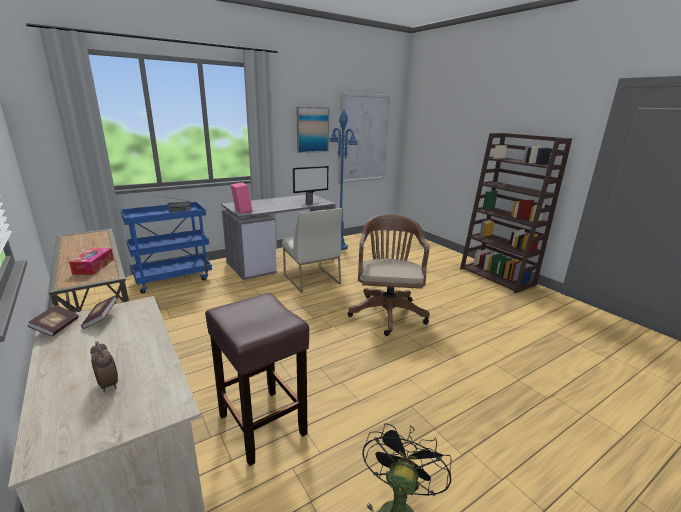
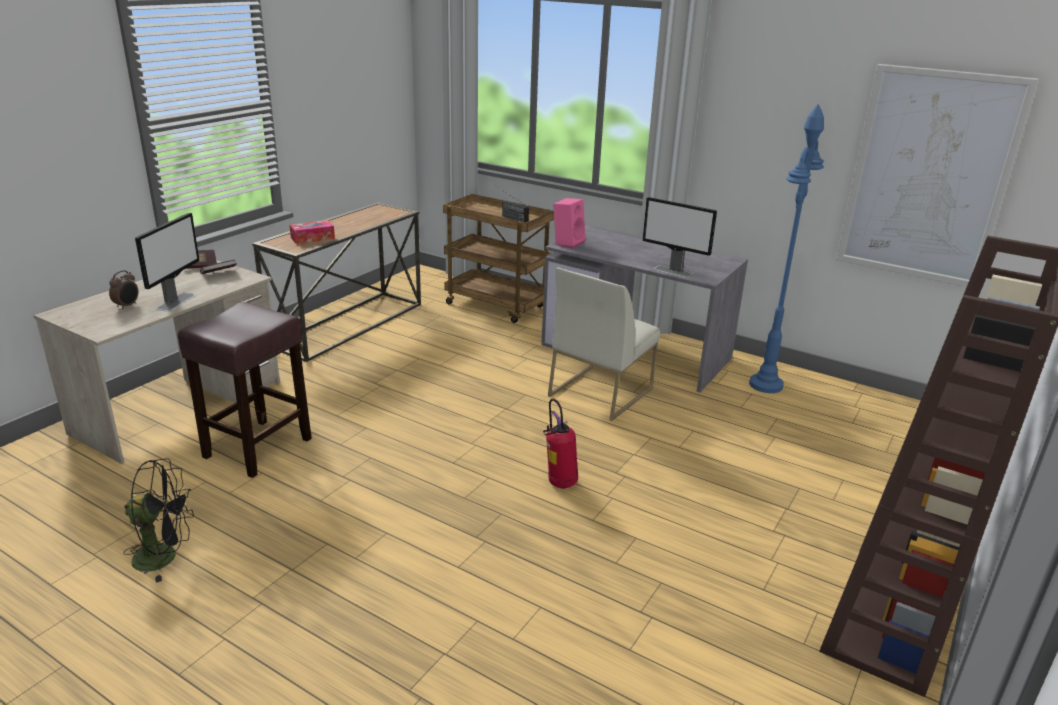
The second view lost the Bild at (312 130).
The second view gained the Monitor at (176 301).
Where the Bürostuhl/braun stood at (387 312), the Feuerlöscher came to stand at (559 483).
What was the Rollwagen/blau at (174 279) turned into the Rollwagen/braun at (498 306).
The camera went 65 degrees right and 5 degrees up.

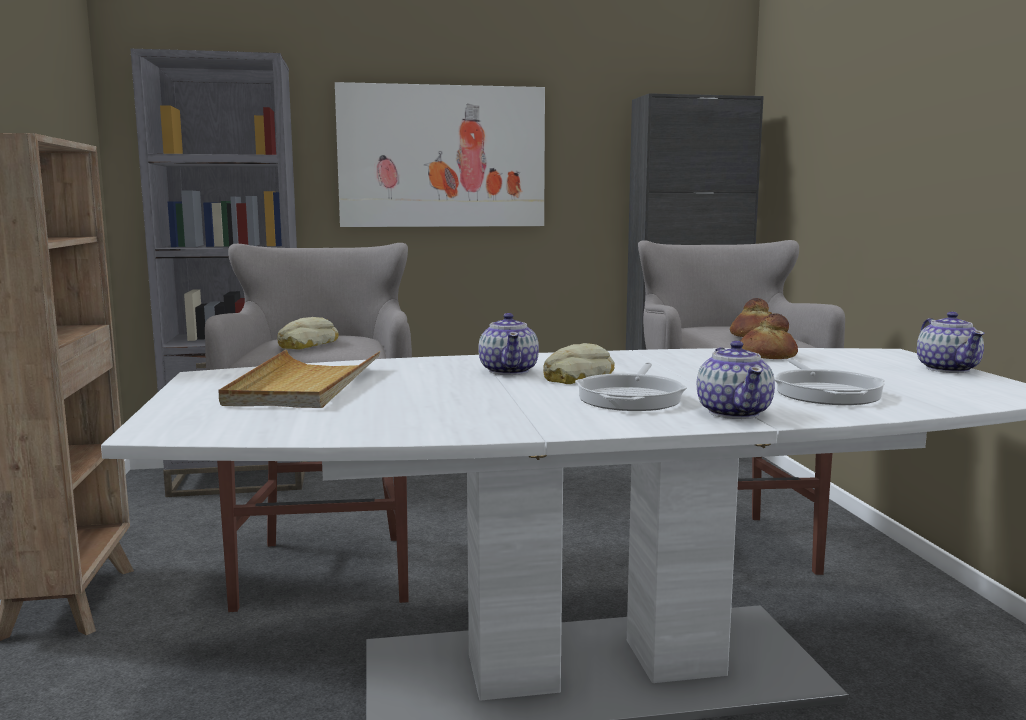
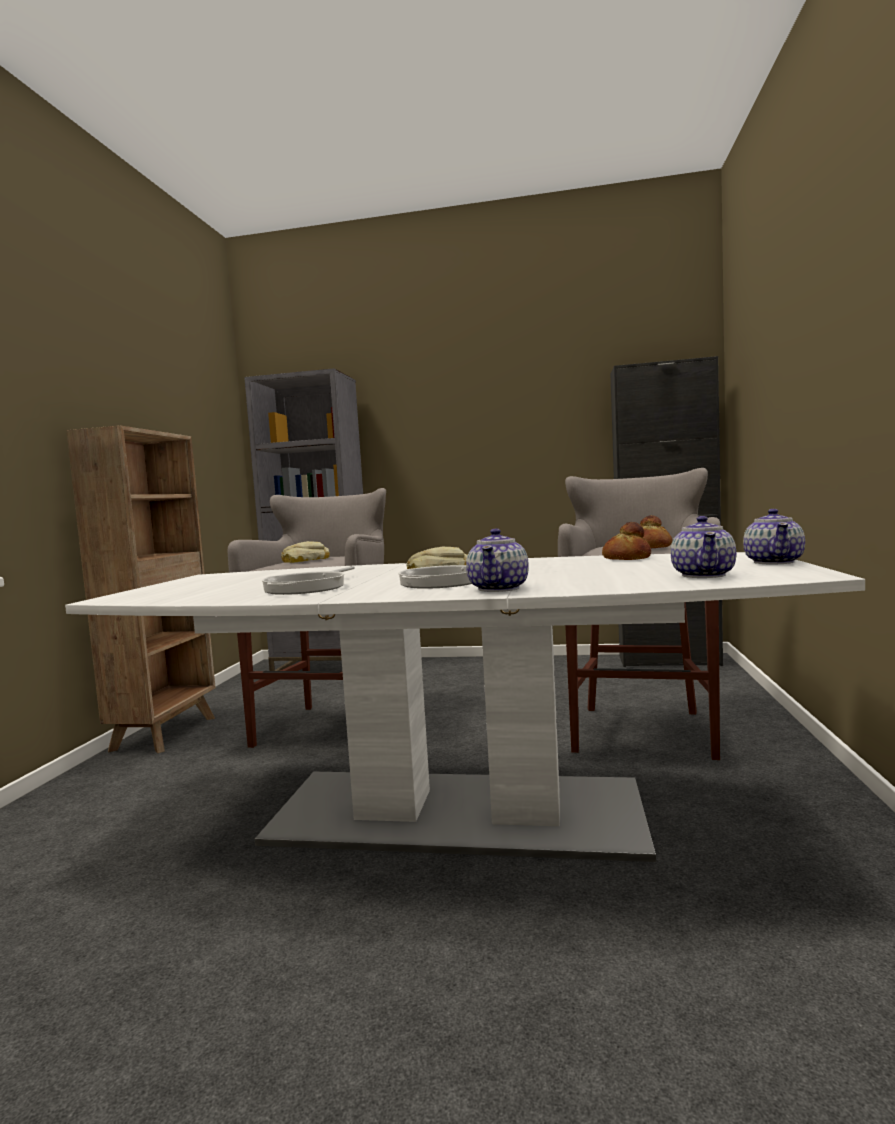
The second view lost the Tablett/beige at (304 385).
The second view lost the Bild at (442 157).
The Teekanne ended up elsewhere, having gone from (509 371) to (704 575).
The Pfanne ended up elsewhere, having gone from (825 392) to (309 587).
The camera went 20 degrees right and 5 degrees down.

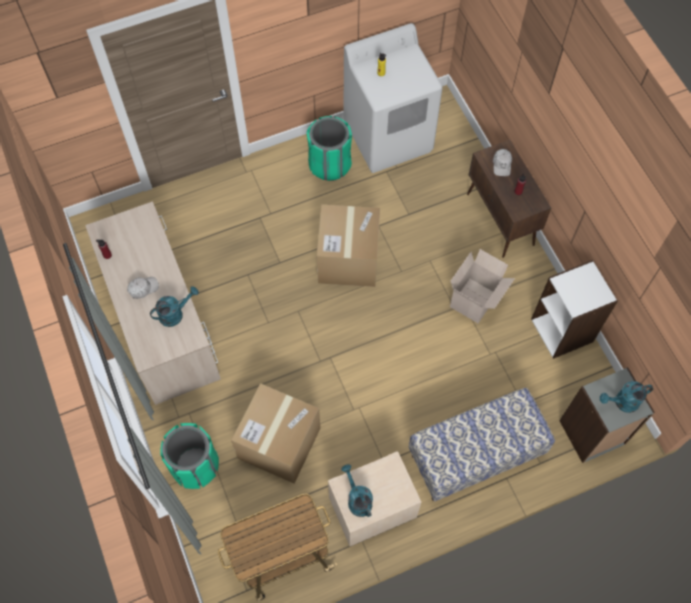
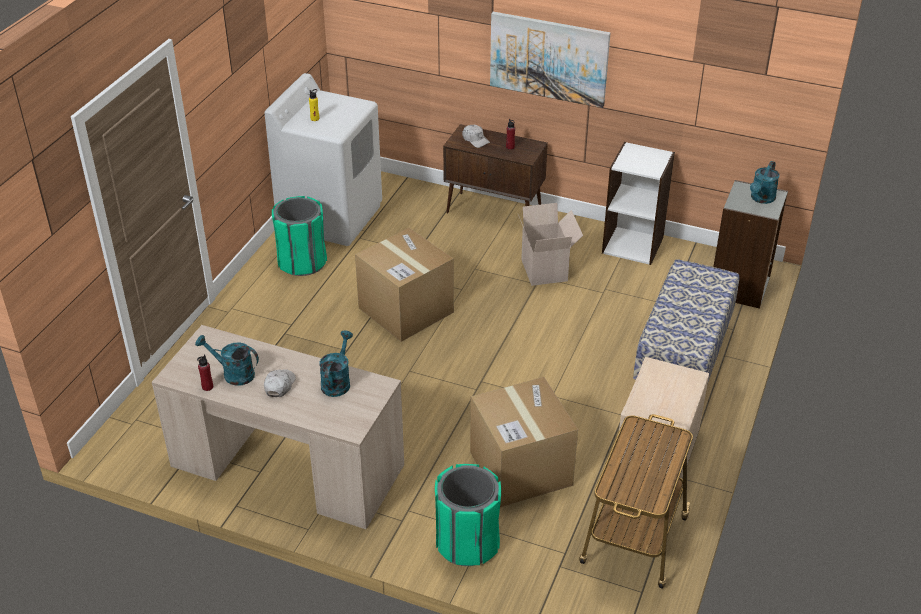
The second view gained the Bild at (548 58).
The Gießkanne/türkis ended up elsewhere, having gone from (357 499) to (233 374).
The camera went 45 degrees left and 25 degrees down.

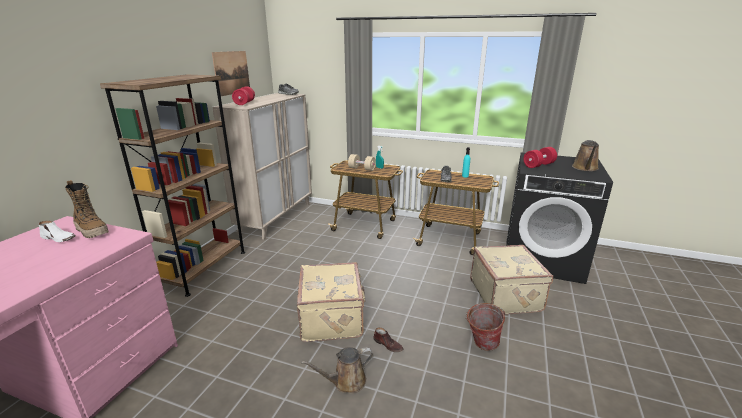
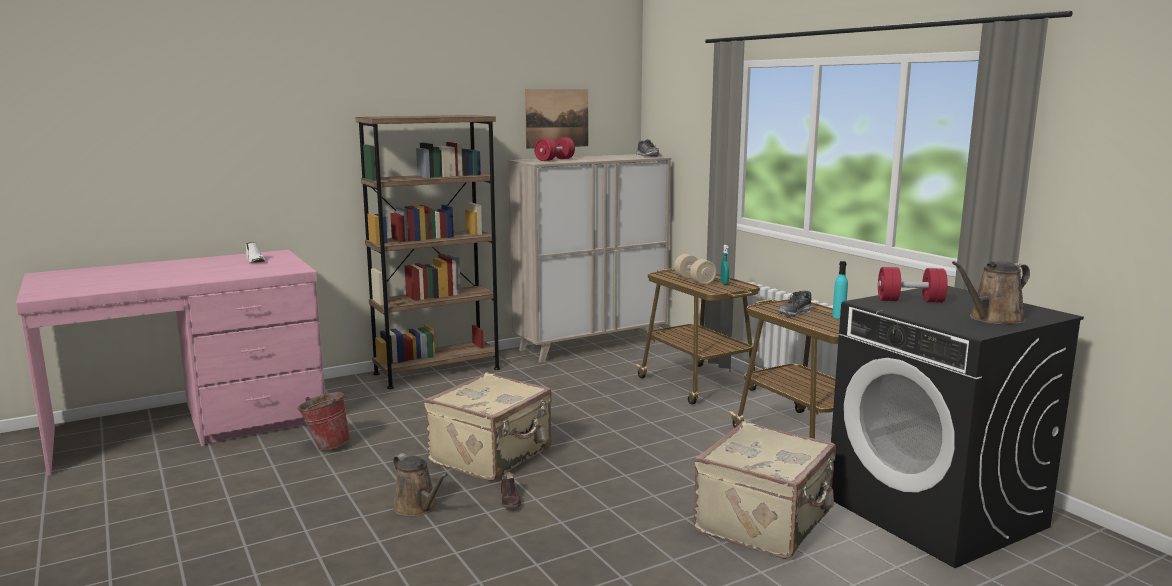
The second view lost the Stiefel at (92 231).
The Eimer ended up elsewhere, having gone from (481 344) to (326 445).
The Gießkanne/braun at (346 381) ended up facing another way, 150 degrees counterclockwise from before.
The camera went 40 degrees right and 10 degrees down.

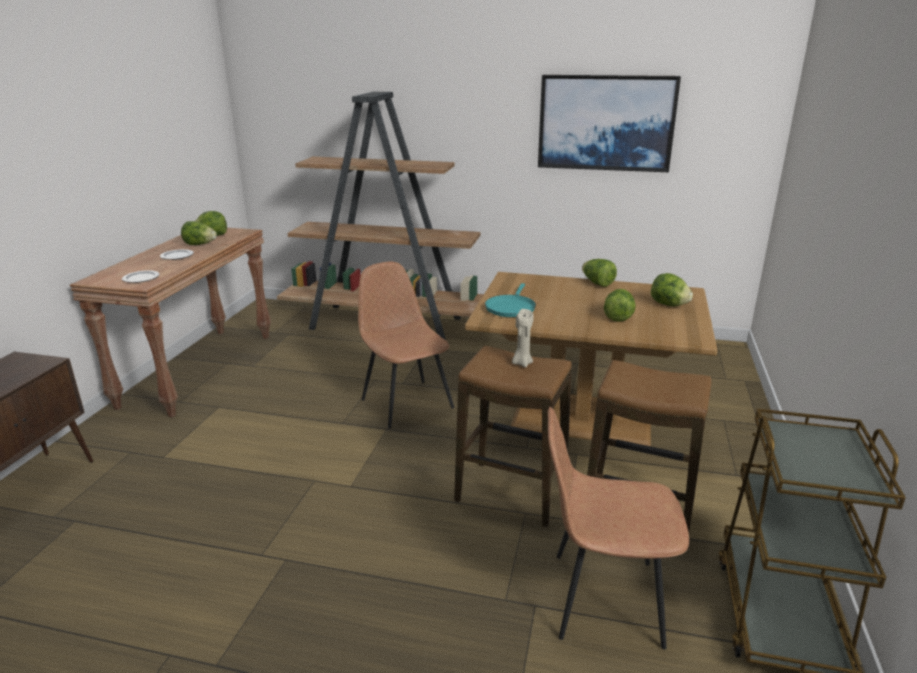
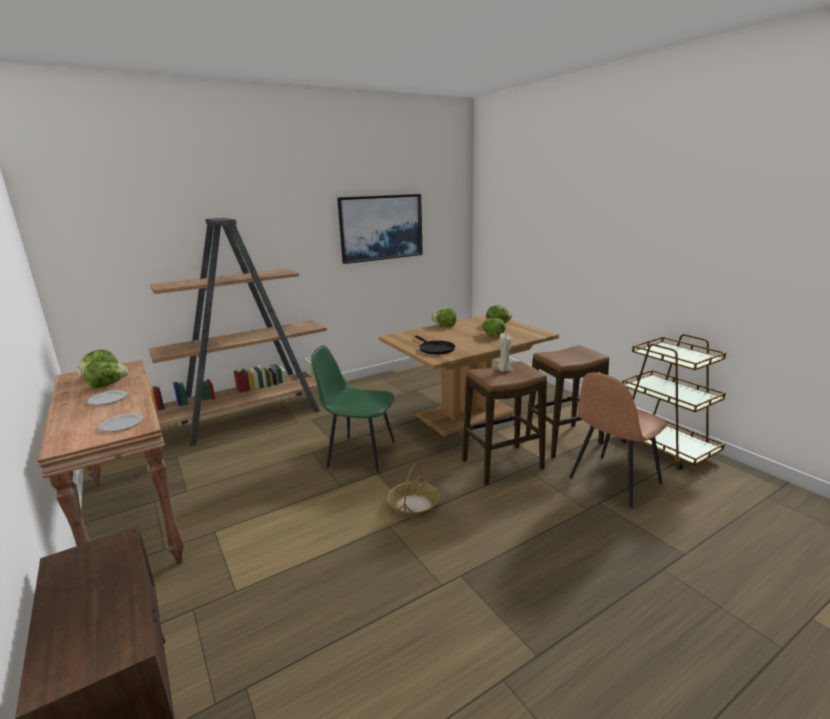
The second view gained the Korb at (413 505).
What was the Stuhl/braun at (406 402) turned into the Stuhl/grün at (360 453).
What was the Pfanne/türkis at (511 307) turned into the Pfanne/schwarz at (435 349).
The camera went 45 degrees left and 5 degrees down.

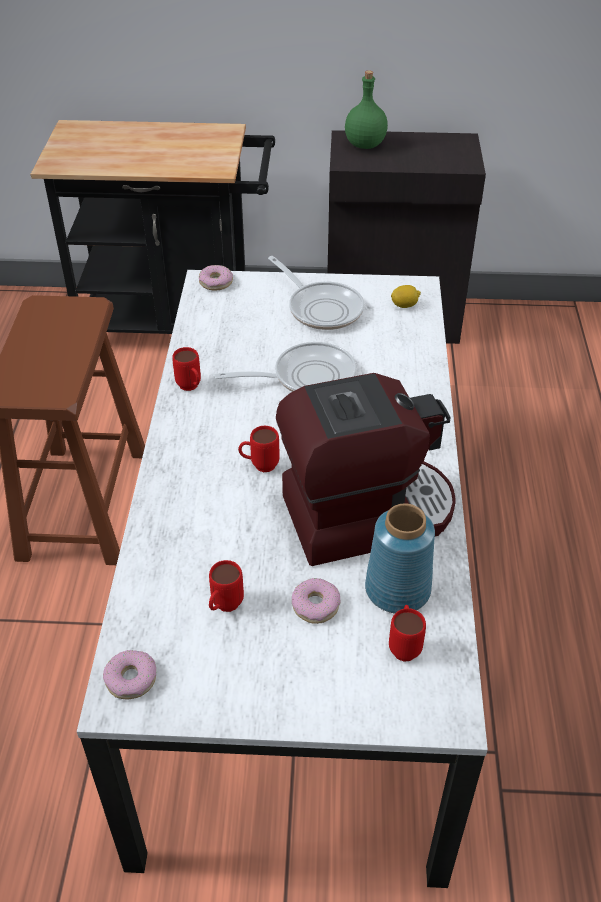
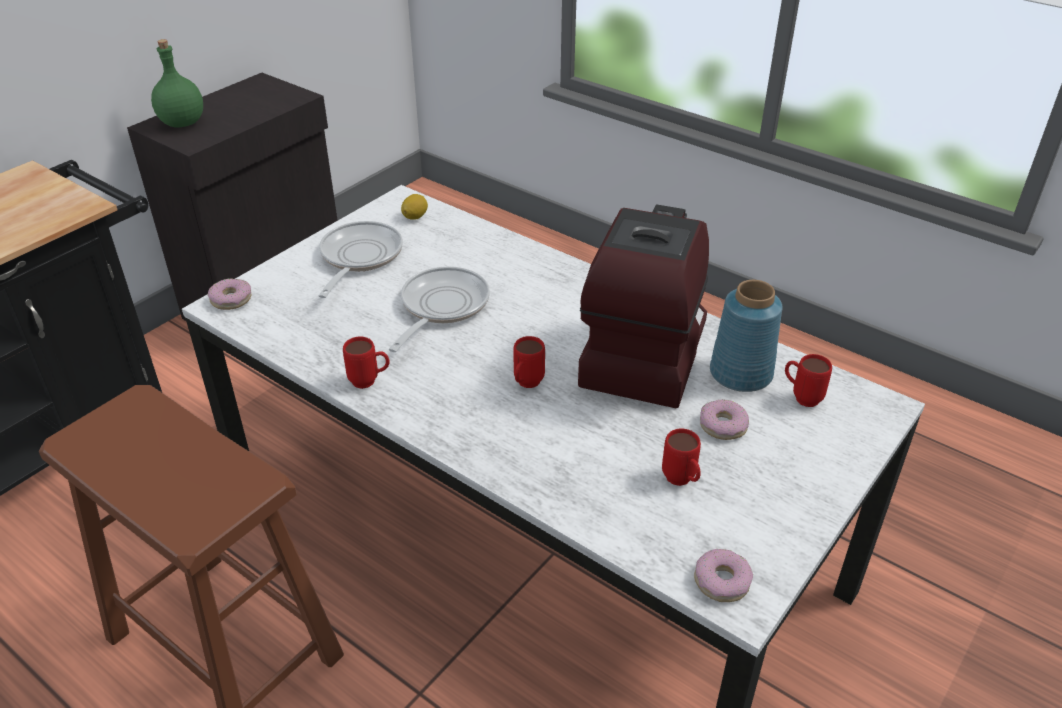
The Pfanne at (321 308) ended up facing another way, 75 degrees counterclockwise from before.
The camera went 55 degrees left and 5 degrees down.

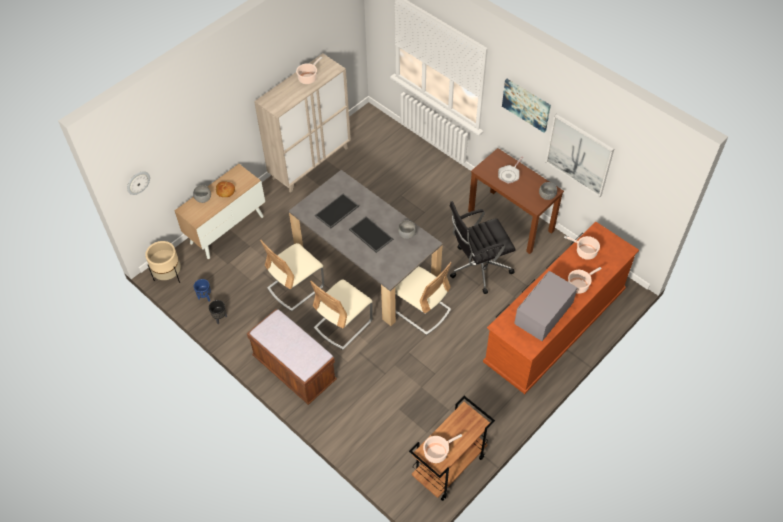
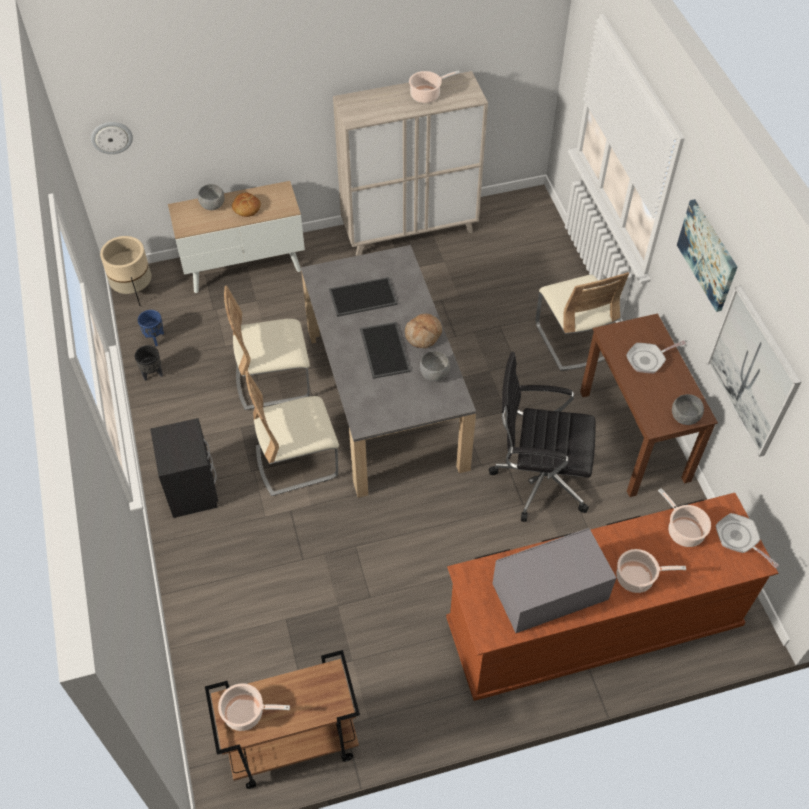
The second view gained the Brot at (423 335).
The second view gained the Pfanne at (739 539).
The Stuhl/beige ended up elsewhere, having gone from (421 310) to (573 340).
Where the Bank/braun stood at (294 369), the Nachttisch/schwarz came to stand at (191 489).
The camera went 30 degrees right and 0 degrees up.

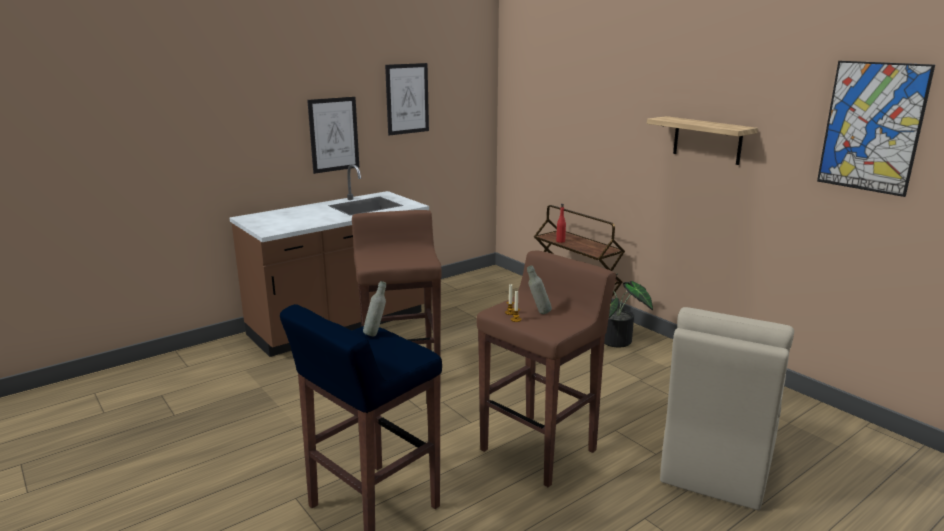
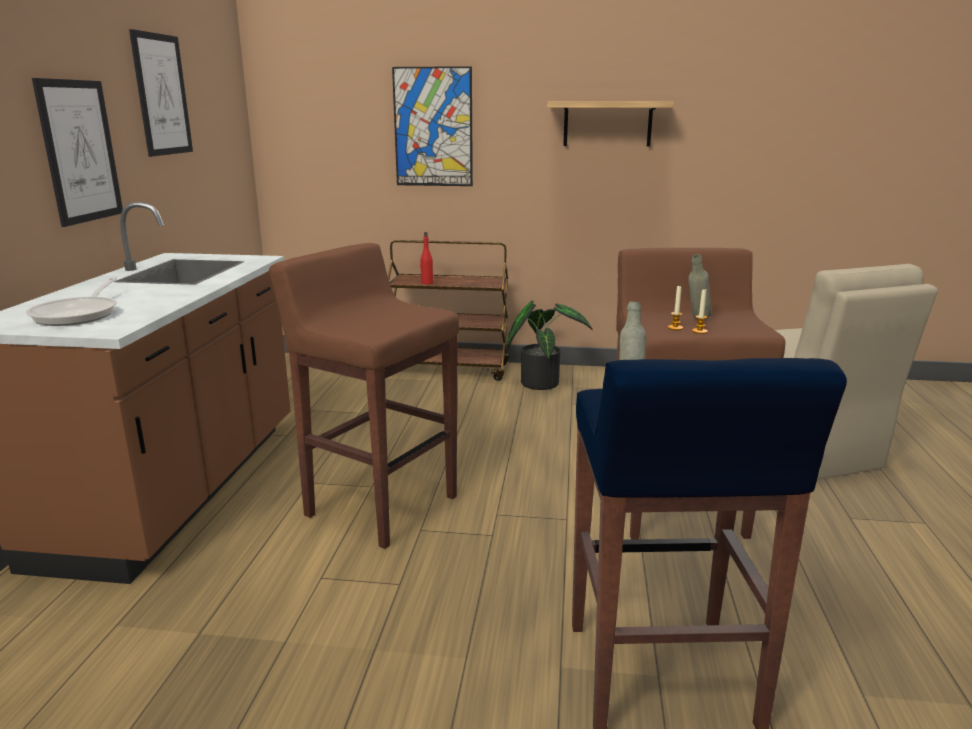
The second view gained the Pfanne at (79 314).
The Bild ended up elsewhere, having gone from (872 127) to (433 127).
The camera went 45 degrees left and 0 degrees up.

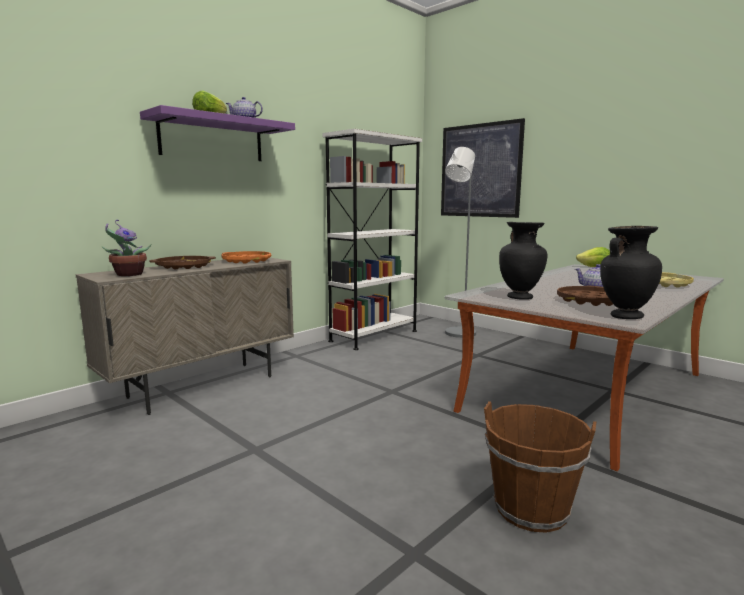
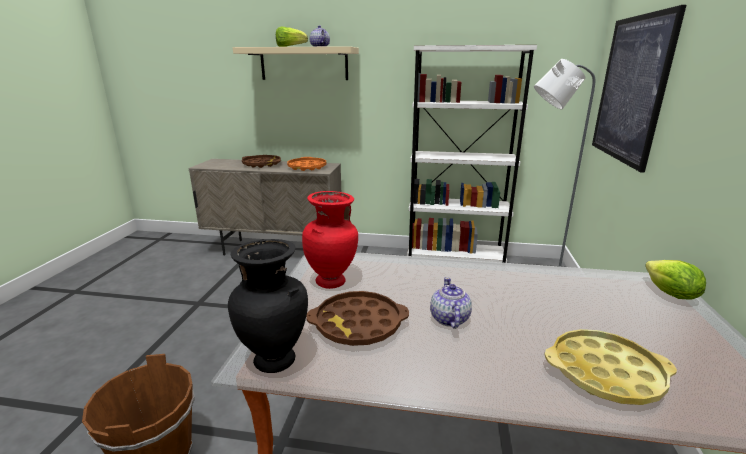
The second view lost the Topfpflanze at (127 274).
What was the Wandregal/lila at (212 139) turned into the Wandregal/beige at (304 64).
What was the Vase/schwarz at (520 298) turned into the Vase/rot at (332 282).
The camera went 55 degrees right and 10 degrees up.

